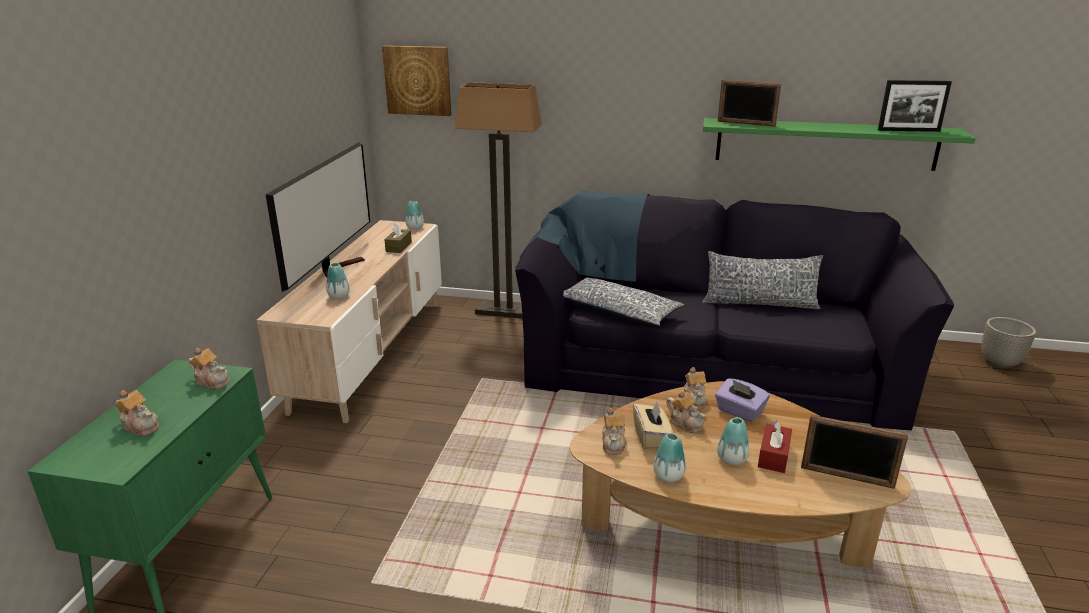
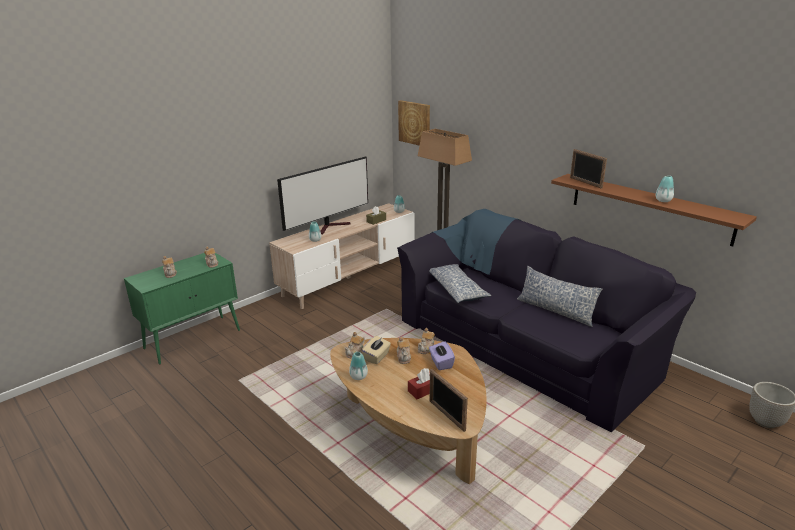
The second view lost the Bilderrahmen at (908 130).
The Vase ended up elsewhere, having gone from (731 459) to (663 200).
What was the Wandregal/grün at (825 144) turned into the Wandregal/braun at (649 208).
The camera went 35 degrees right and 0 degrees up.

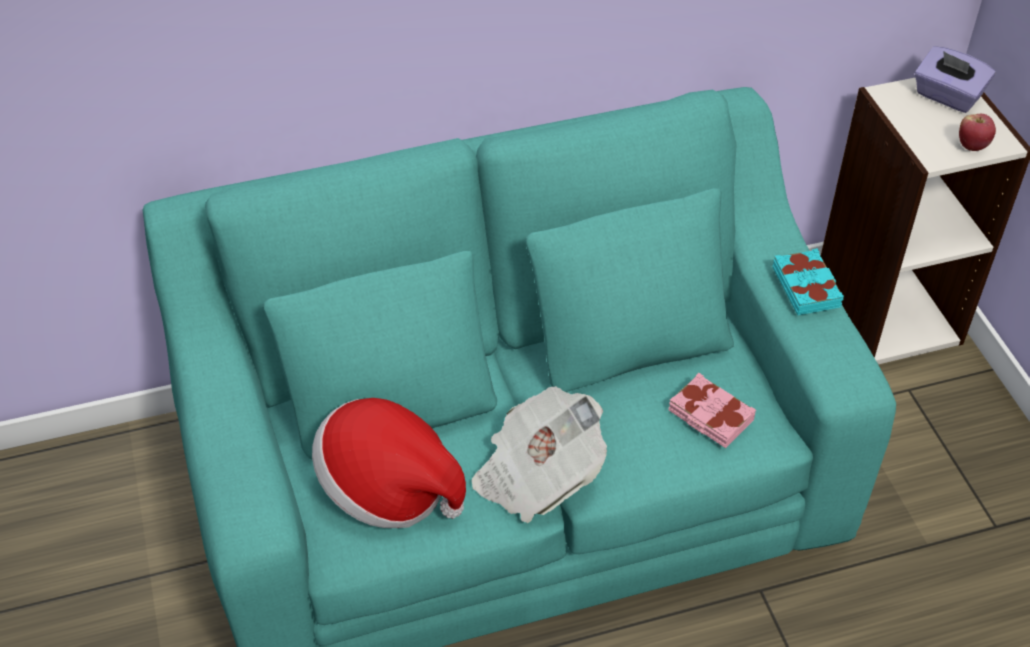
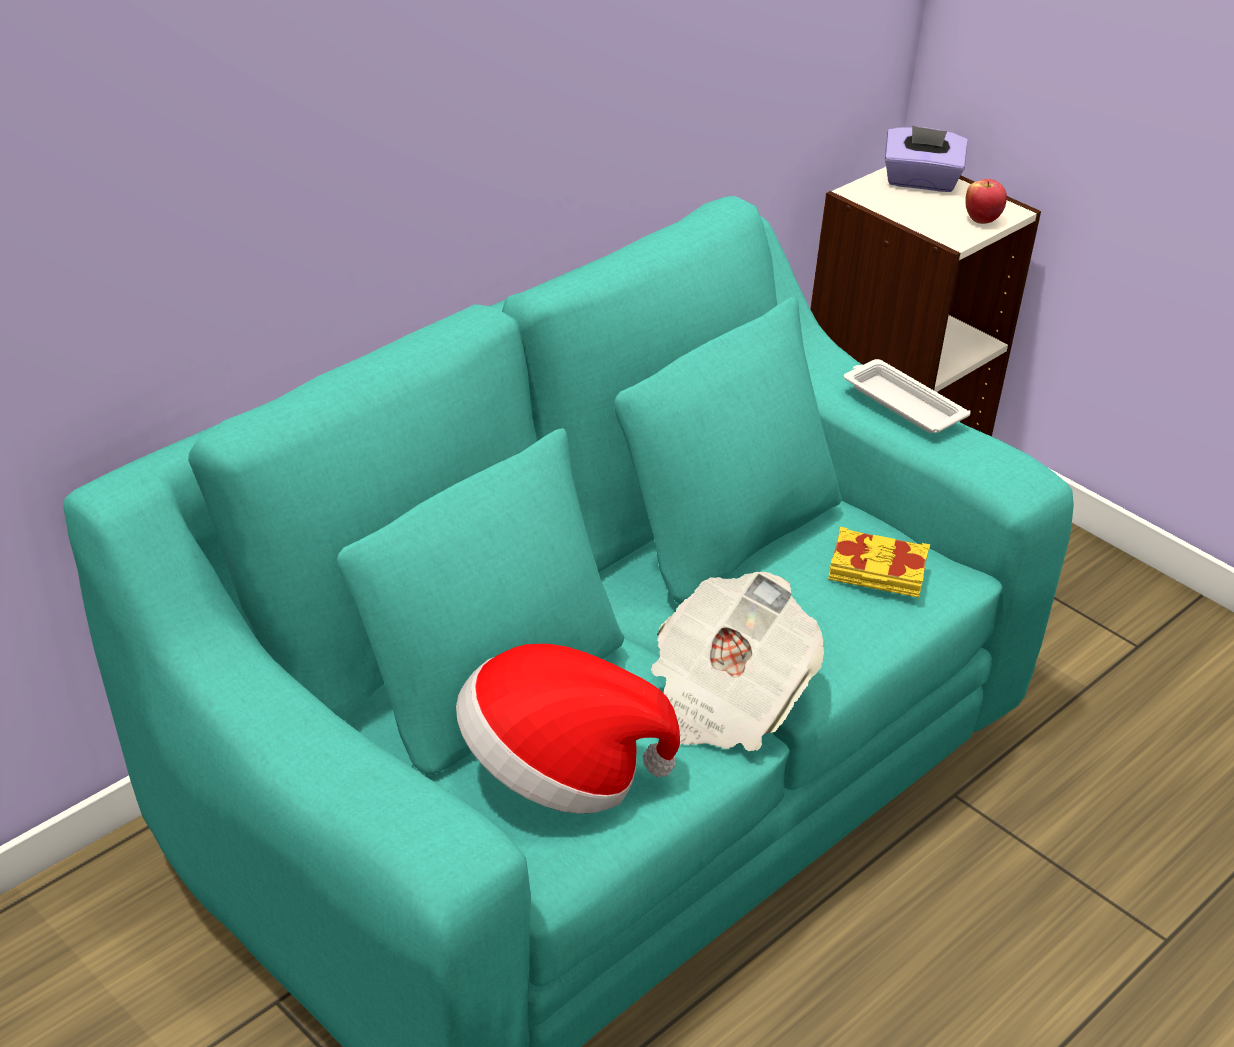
Where the Buch/türkis stood at (807 287), the Tablett/weiß came to stand at (901 403).
What was the Buch/rosa at (710 416) turned into the Buch/gelb at (877 571).
The camera went 30 degrees left and 10 degrees down.

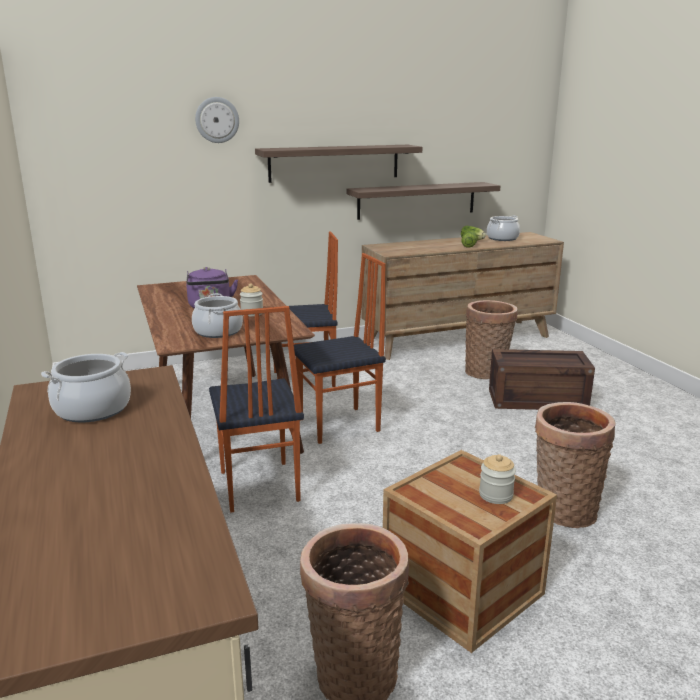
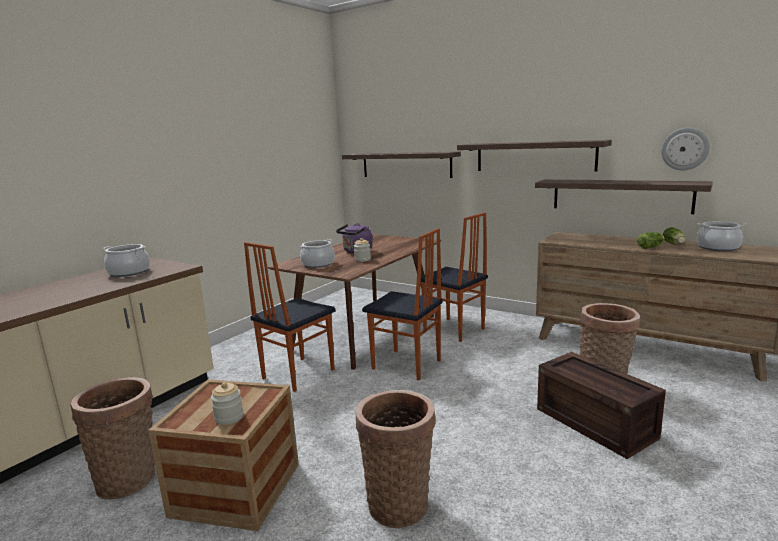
The second view gained the Wandregal at (405 165).
The Wanduhr ended up elsewhere, having gone from (217 120) to (685 149).
The camera went 55 degrees right and 5 degrees down.

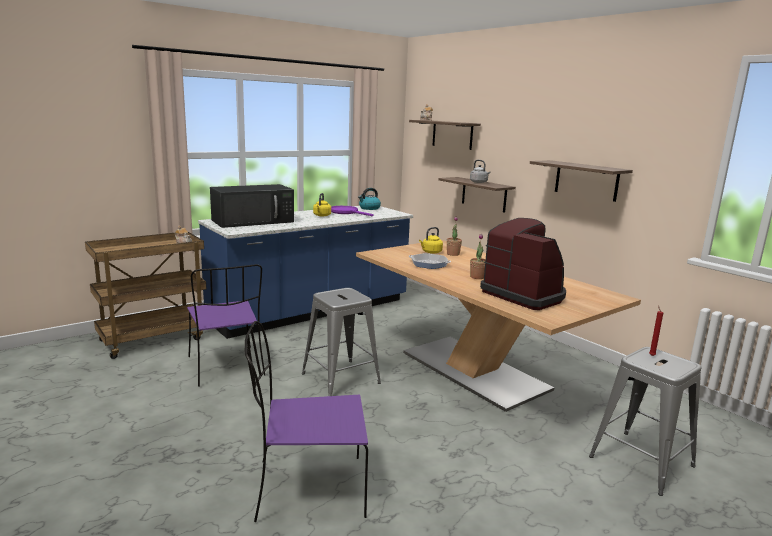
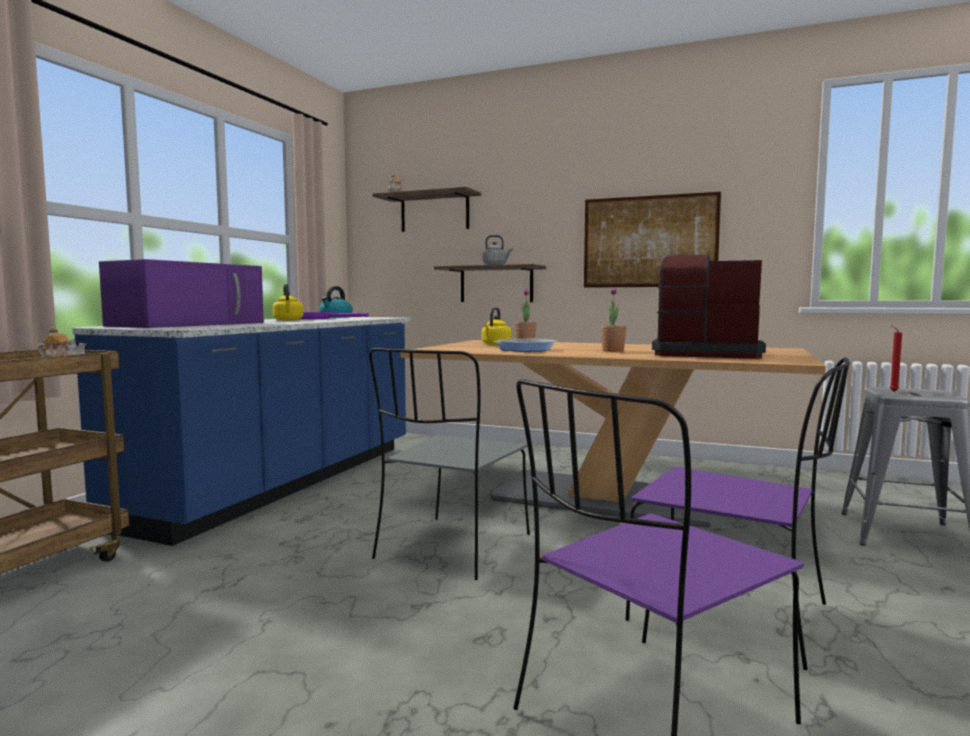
The Stuhl/lila ended up elsewhere, having gone from (226 367) to (734 614).
Where the Hocker/grau stood at (341 378), the Stuhl/grau came to stand at (452 548).
Where the Wandregal hung at (586 180), the Bild came to hang at (649 241).
What was the Mikrowelle/schwarz at (254 221) turned into the Mikrowelle/lila at (190 324).
The camera went 30 degrees left and 10 degrees down.

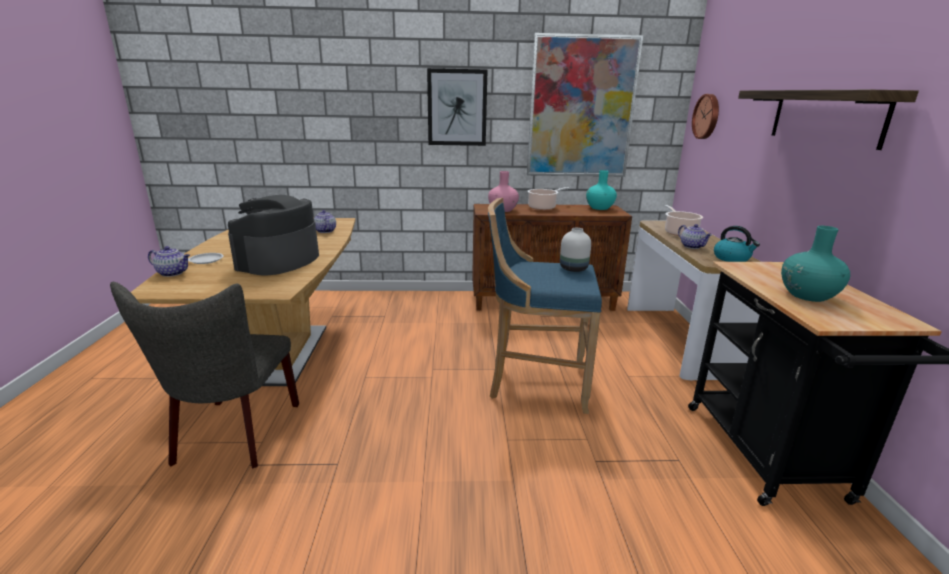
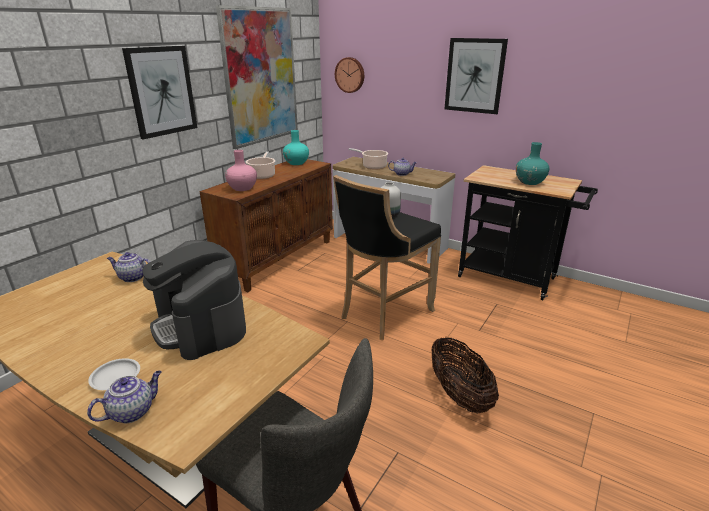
The second view lost the Wasserkessel at (732 258).
The second view gained the Korb at (459 395).
Where the Wandregal hung at (825 116), the Bild came to hang at (474 76).
What was the Hocker/blau at (535 384) turned into the Hocker/schwarz at (383 314).
The camera went 55 degrees left and 5 degrees up.

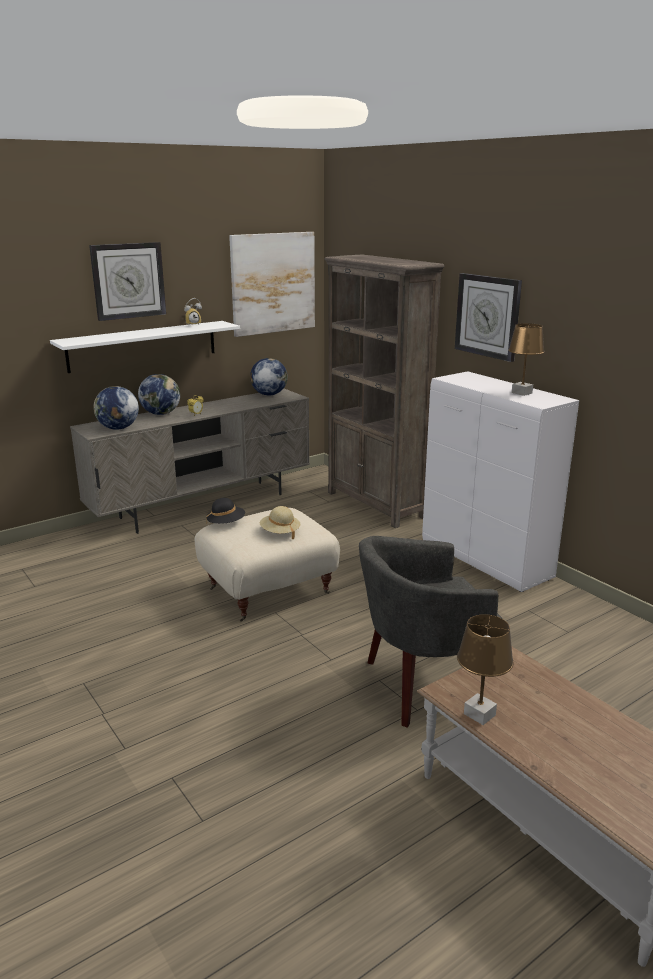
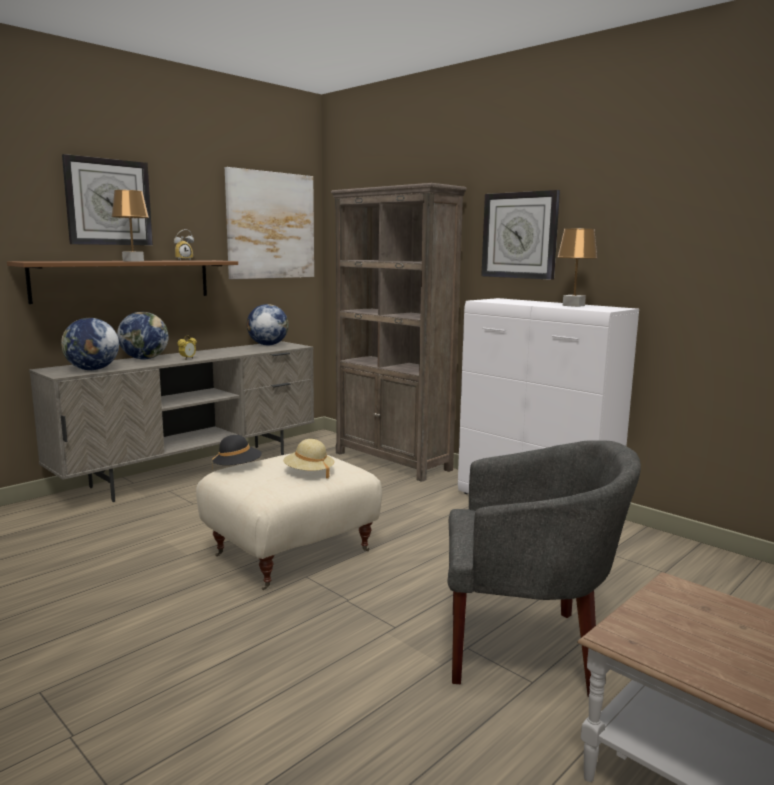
The Tischlampe/braun ended up elsewhere, having gone from (480 714) to (133 261).
What was the Wandregal/weiß at (143 346) turned into the Wandregal/braun at (124 280).
The Sessel/grau at (423 685) ended up facing another way, 150 degrees counterclockwise from before.
The camera went 10 degrees left and 10 degrees down.

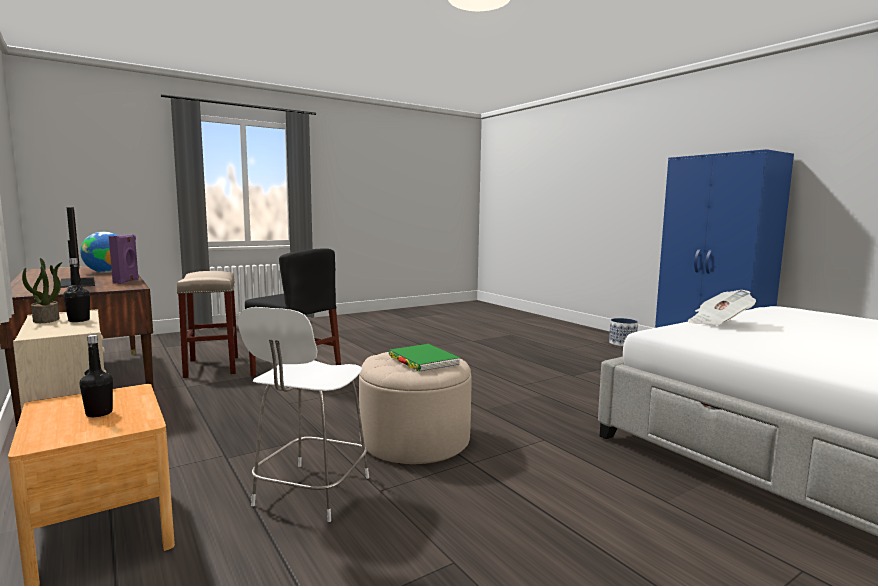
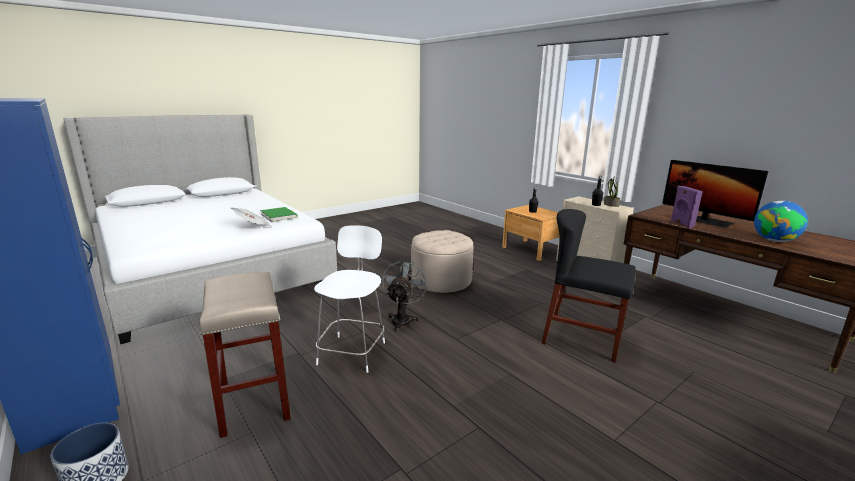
The second view gained the Ventilator/grau at (403 319).
The Hocker/beige ended up elsewhere, having gone from (212 367) to (253 400).
The Stuhl/weiß ended up elsewhere, having gone from (310 493) to (353 351).
The Buch/grün ended up elsewhere, having gone from (423 361) to (279 216).
The camera went 175 degrees right and 10 degrees up.

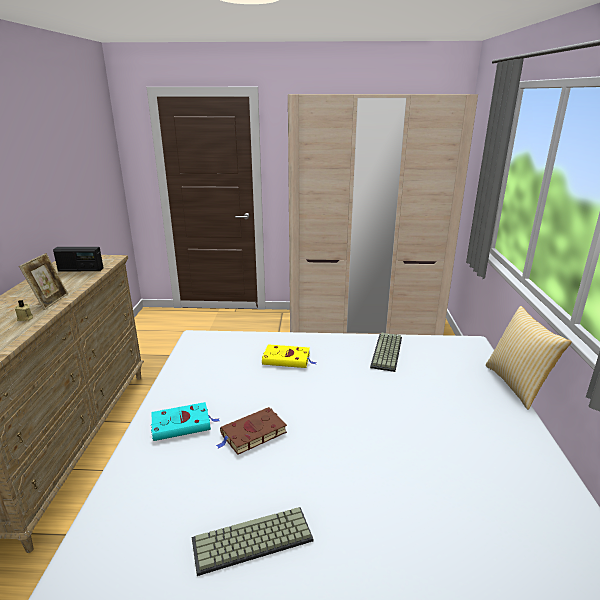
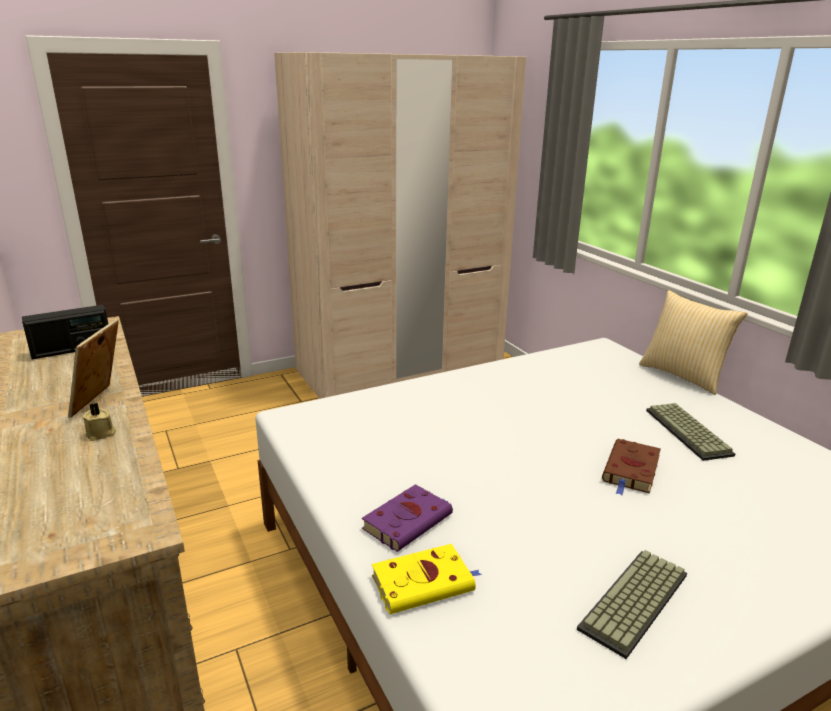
The Buch/braun ended up elsewhere, having gone from (252 434) to (631 471).
The Buch/gelb ended up elsewhere, having gone from (288 359) to (425 583).
The Tastatur ended up elsewhere, having gone from (388 353) to (690 432).
What was the Buch/türkis at (183 424) turned into the Buch/lila at (409 520).
The Bilderrahmen at (50 301) ended up facing another way, 150 degrees counterclockwise from before.
The camera went 30 degrees left and 0 degrees up.

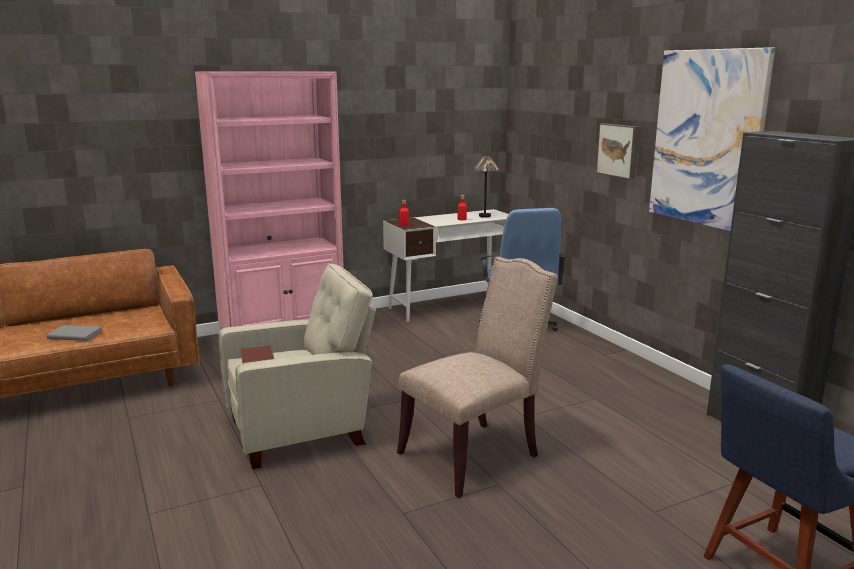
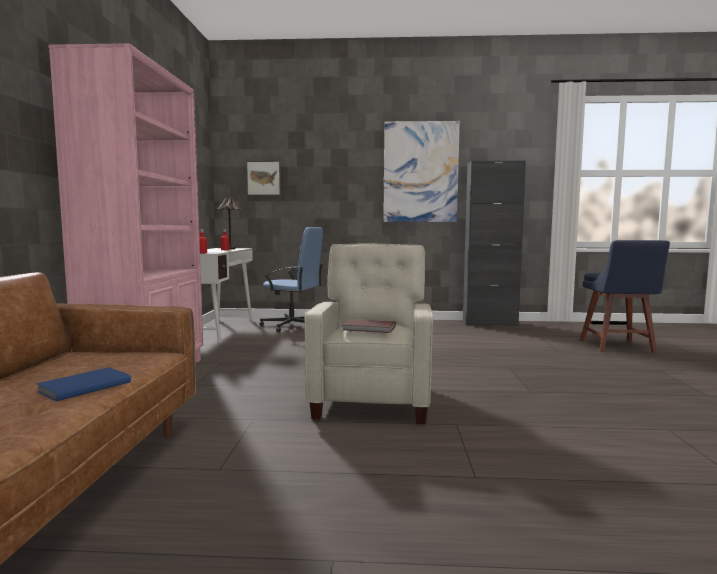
The second view lost the Stuhl/beige at (474 454).
The Bild ended up elsewhere, having gone from (619 150) to (264 178).
What was the Buch/grau at (75 334) turned into the Buch/blau at (83 387).
The camera went 60 degrees left and 10 degrees down.

